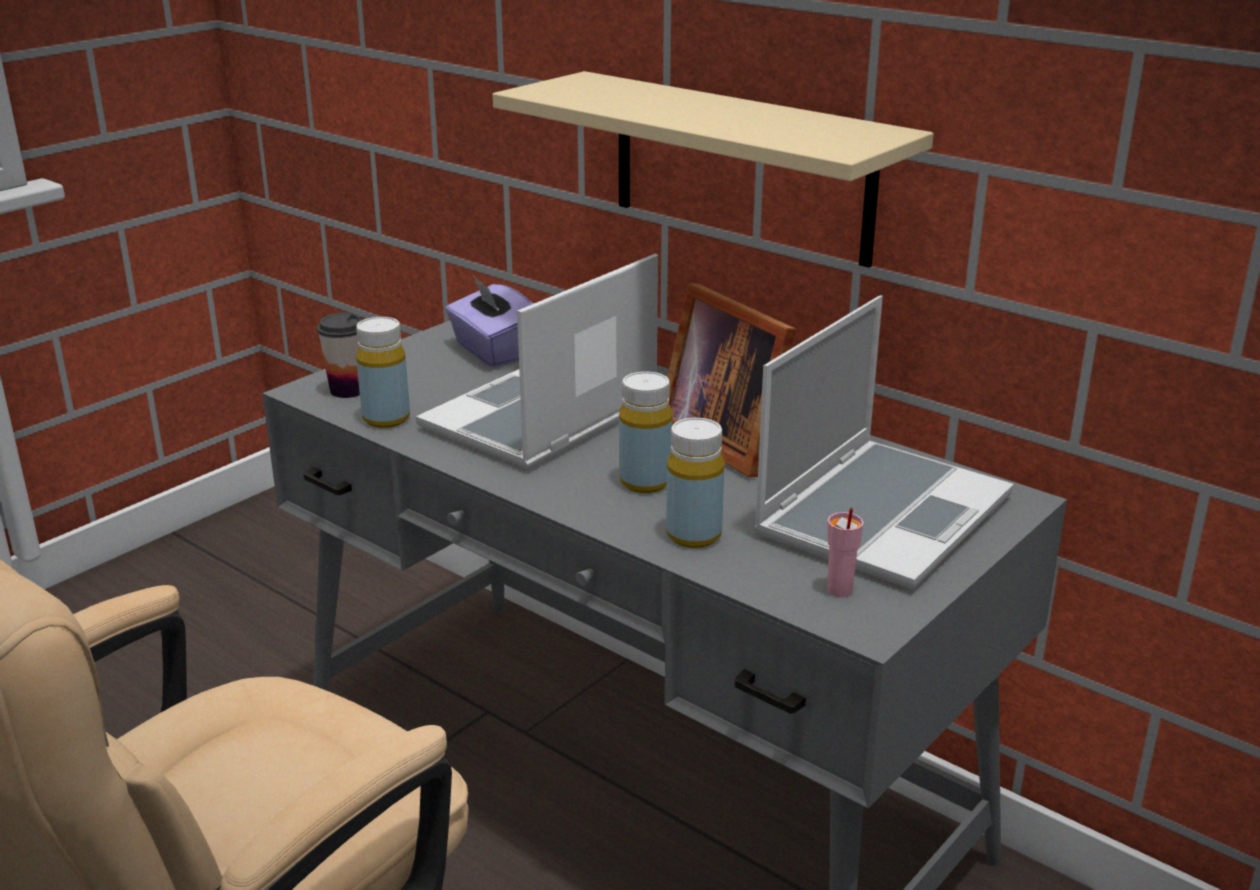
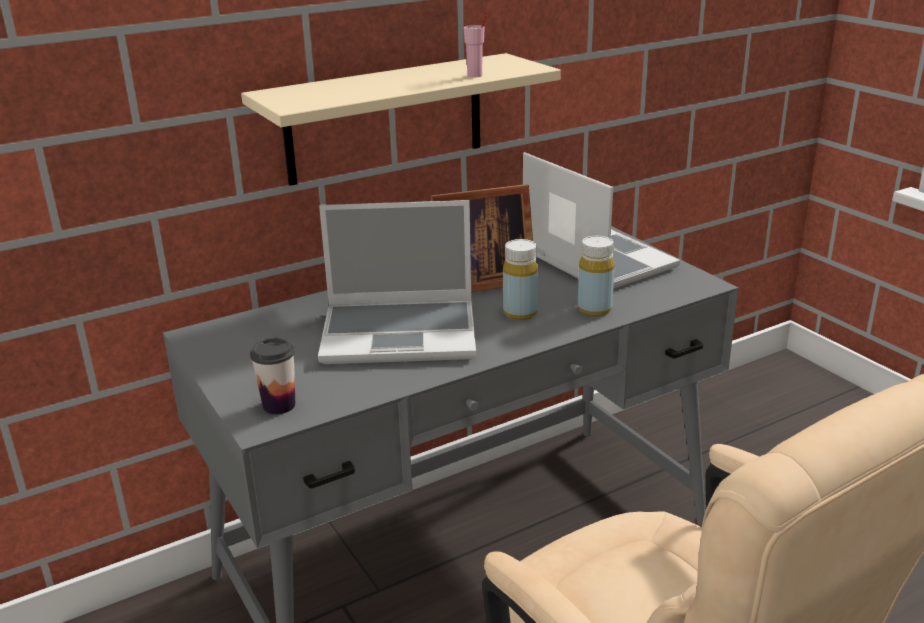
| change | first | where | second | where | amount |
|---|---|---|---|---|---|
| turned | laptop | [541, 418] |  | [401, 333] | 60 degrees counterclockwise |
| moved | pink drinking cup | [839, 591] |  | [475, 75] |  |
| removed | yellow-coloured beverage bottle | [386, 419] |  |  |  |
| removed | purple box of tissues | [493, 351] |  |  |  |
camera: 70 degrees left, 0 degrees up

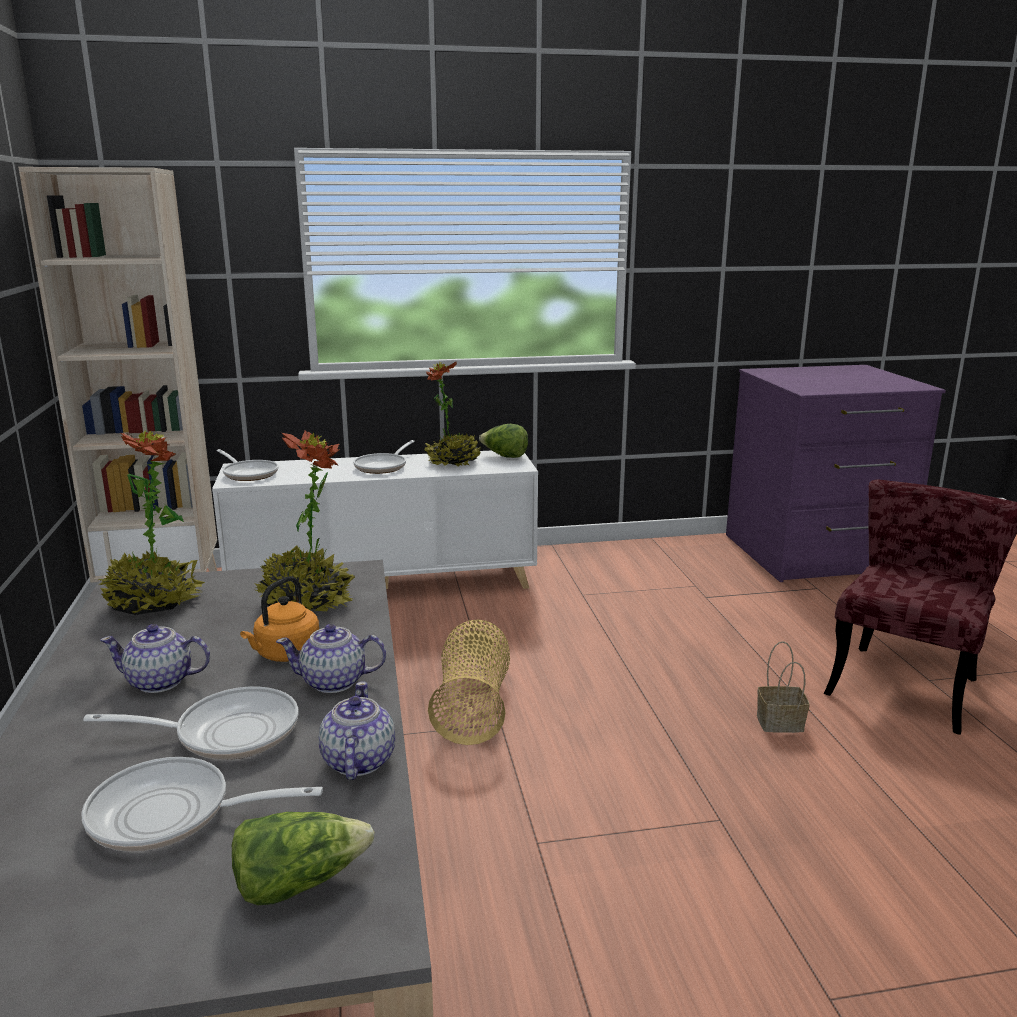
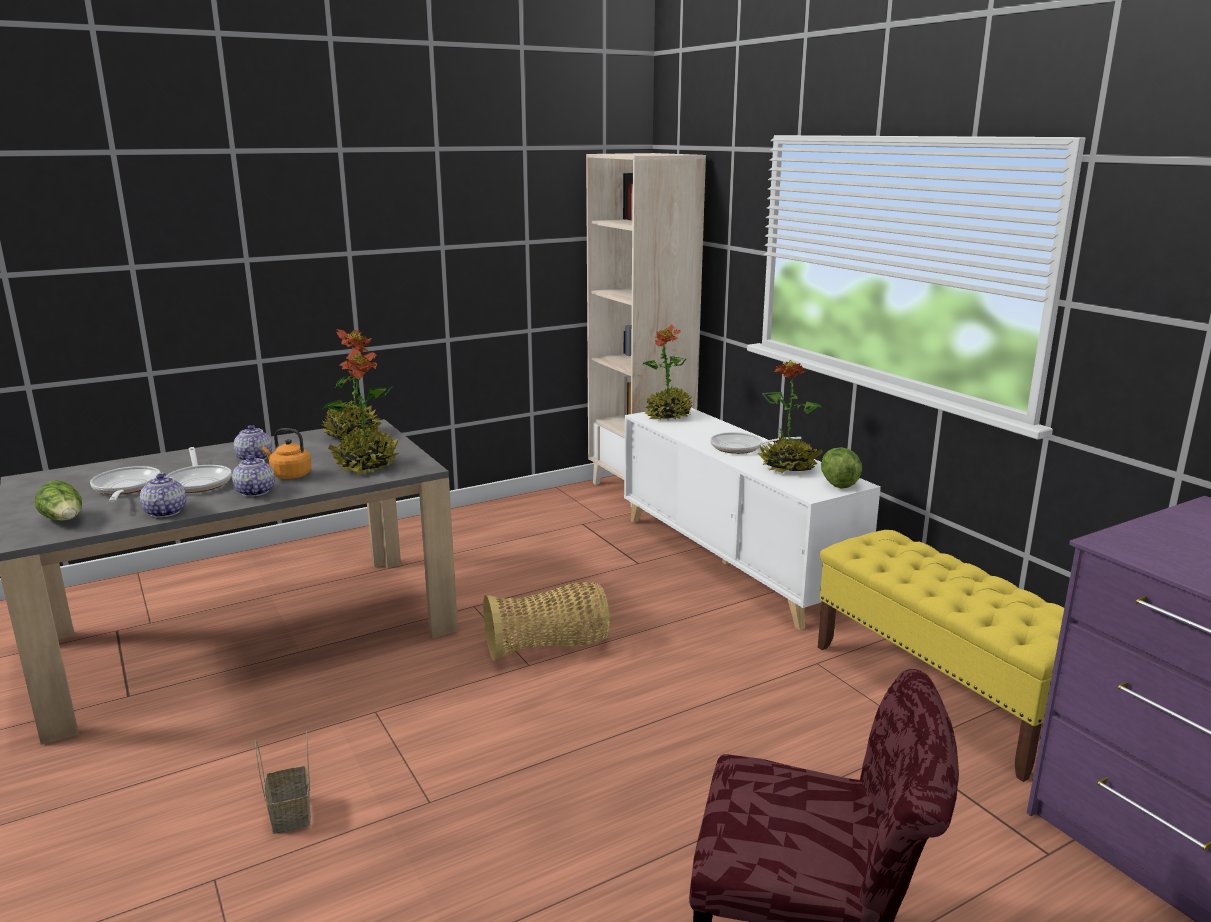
| change | first | where | second | where | amount |
|---|---|---|---|---|---|
| turned | pot for tea | [357, 761] |  | [165, 512] | 90 degrees counterclockwise |
| moved | basket | [781, 722] |  | [292, 815] |  |
| replaced | pan | [248, 473] | houseplant | [668, 416] |  |
| added |  |  | yellow-coloured bench | [943, 693] |  |
camera: 70 degrees right, 0 degrees up

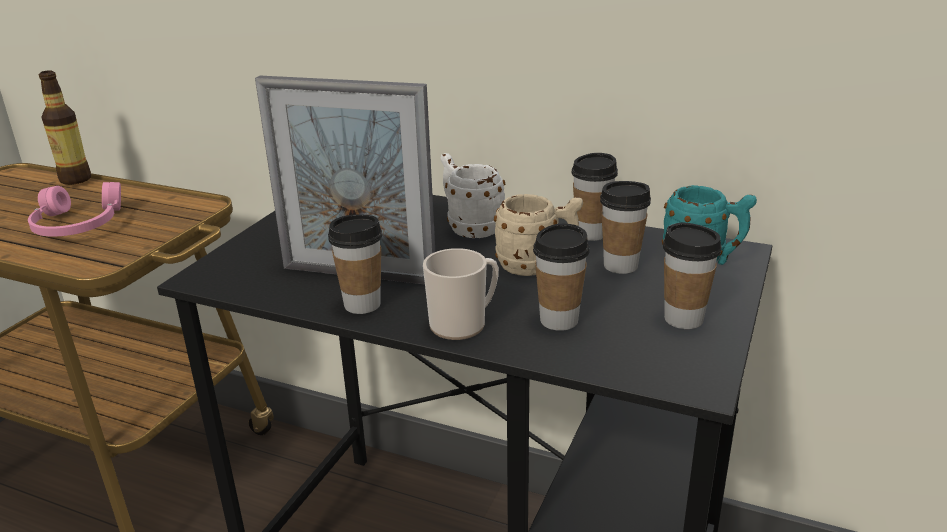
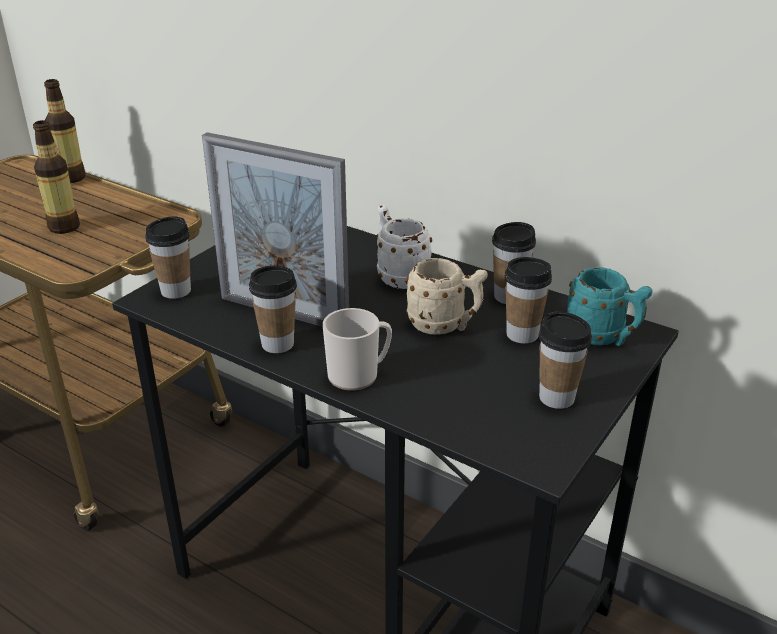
| change | first | where | second | where | amount |
|---|---|---|---|---|---|
| replaced | pink headphones | [77, 226] | beverage bottle | [64, 227] |  |
| moved | drinking cup | [559, 320] |  | [176, 291] |  |
camera: 10 degrees right, 5 degrees up

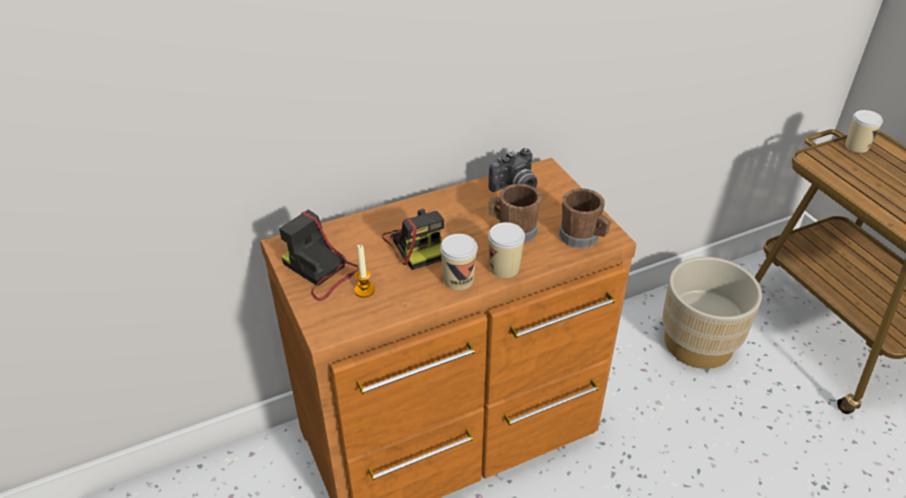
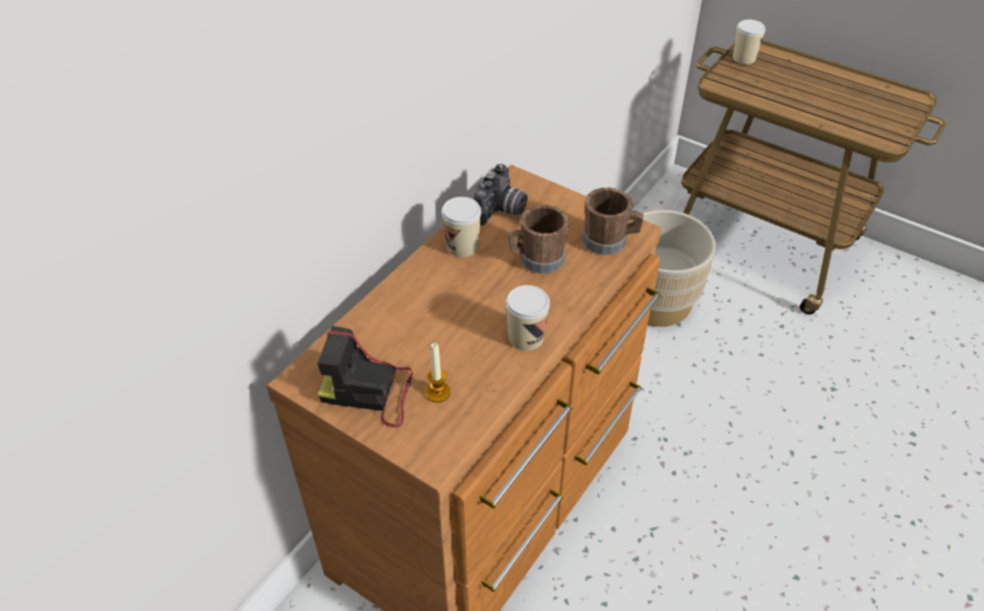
| change | first | where | second | where | amount |
|---|---|---|---|---|---|
| moved | drinking cup | [504, 268] |  | [462, 246] |  |
| removed | still camera | [416, 244] |  |  |  |
camera: 30 degrees left, 5 degrees up

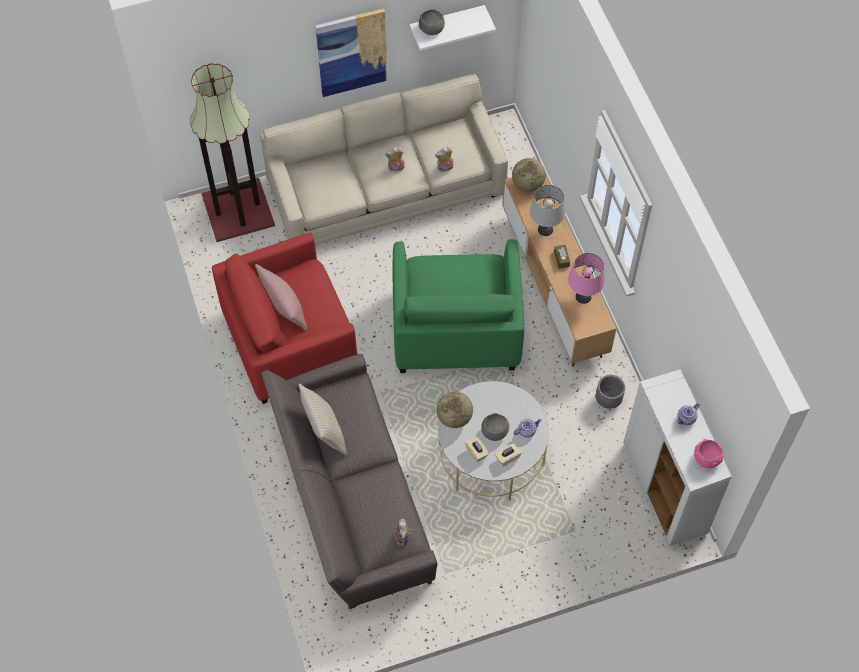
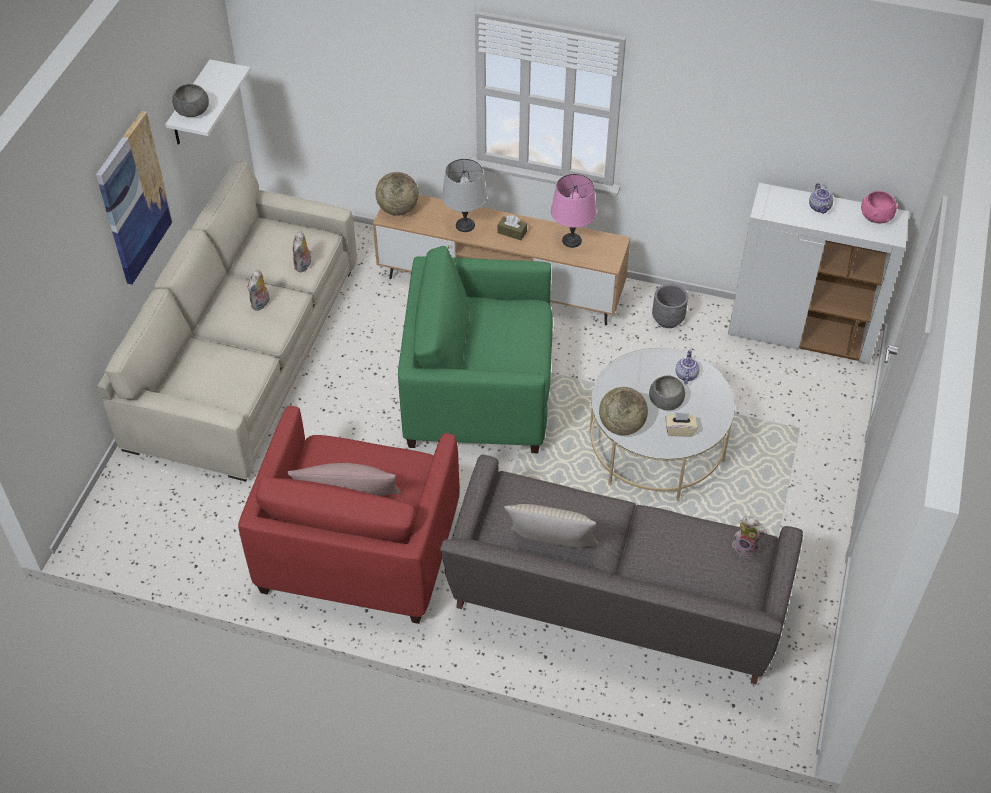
| change | first | where | second | where | amount |
|---|---|---|---|---|---|
| turned | green lounge chair | [455, 328] |  | [479, 392] | 150 degrees clockwise |
| removed | floor lamp | [238, 209] |  |  |  |
| removed | beige-coloured box of tissues | [507, 458] |  |  |  |
camera: 55 degrees left, 10 degrees down

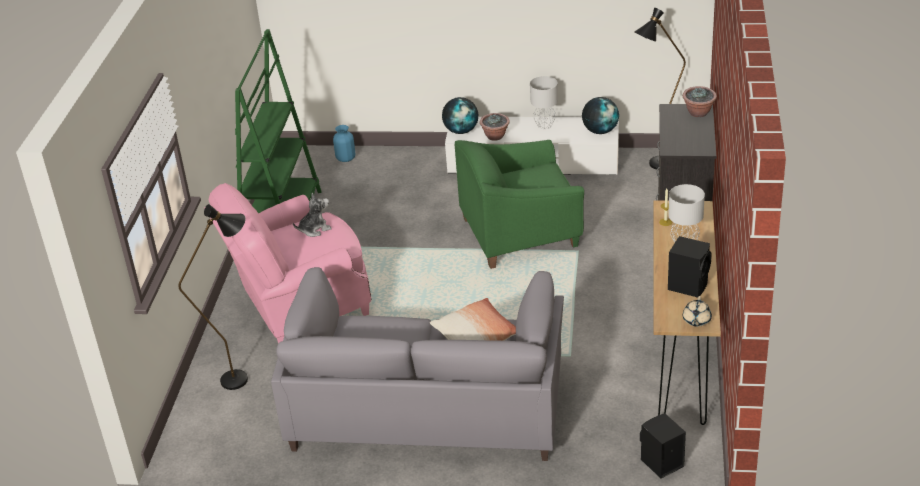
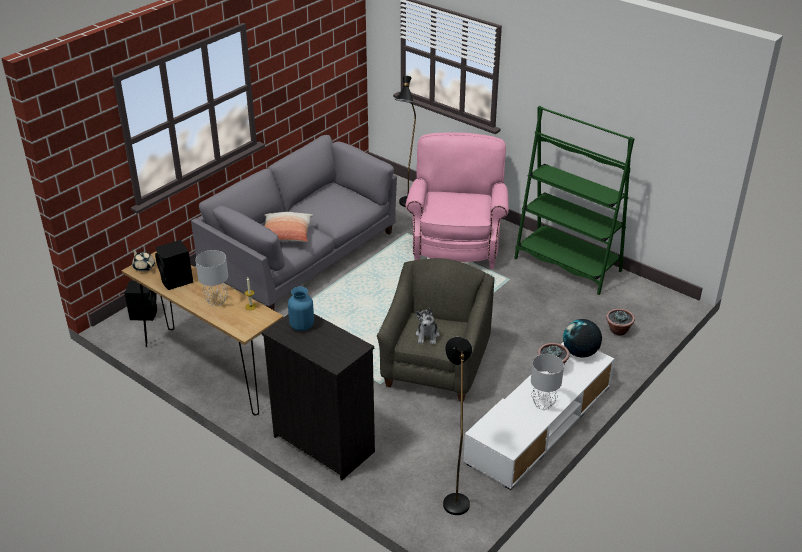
| change | first | where | second | where | amount |
|---|---|---|---|---|---|
| moved | blue flower vase | [345, 158] |  | [302, 325] |  |
| recoloured | green lounge chair | [520, 233] | greyish lounge chair | [436, 366] |  |
| moved | plush toy | [314, 229] |  | [427, 335] |  |
| moved | houseplant | [699, 113] |  | [618, 331] |  |
| removed | world globe | [600, 131] |  |  |  |
camera: 120 degrees right, 0 degrees up

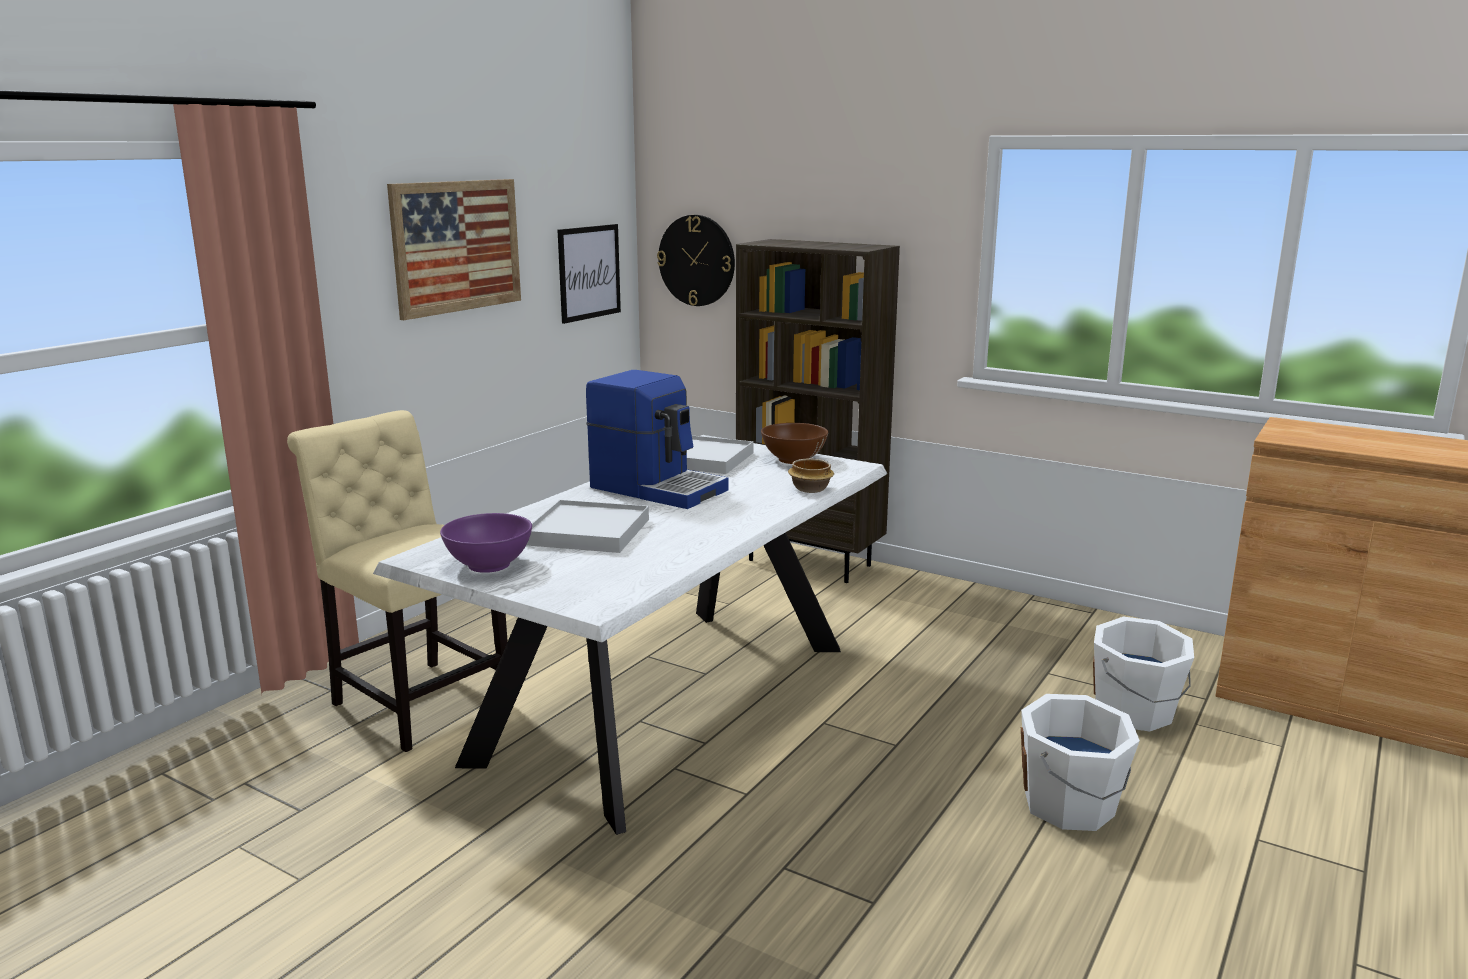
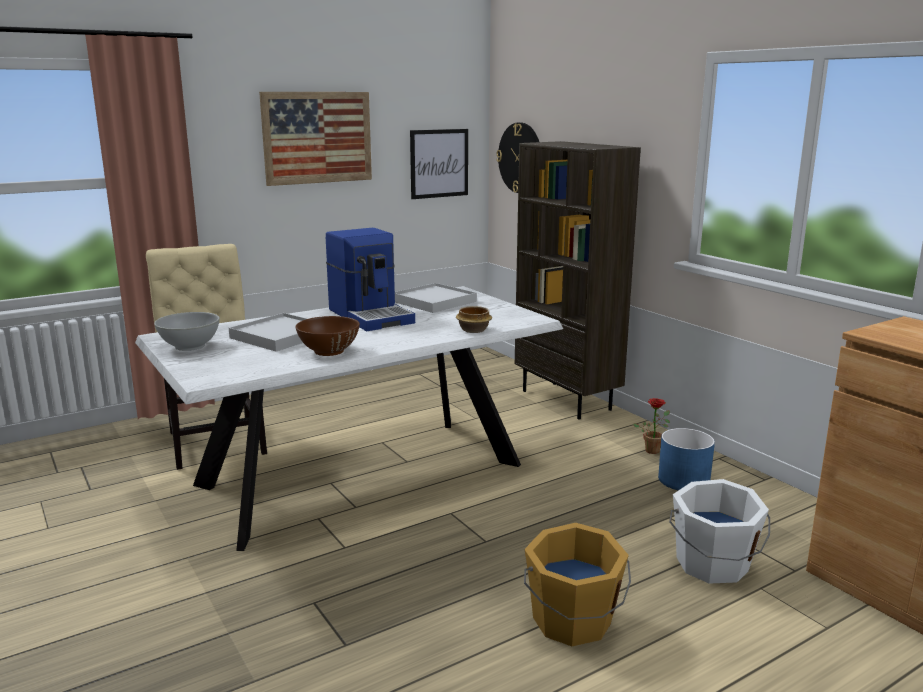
| change | first | where | second | where | amount |
|---|---|---|---|---|---|
| recoloured | purple bowl | [489, 565] | white-coloured bowl | [189, 346] |  |
| moved | brown bowl | [793, 459] |  | [328, 351] |  |
| recoloured | white-coloured bucket | [1071, 806] | orange-coloured bucket | [572, 622] |  |
| added |  |  | houseplant | [653, 449] |  |
| added |  |  | blue planter | [683, 480] |  |
camera: 25 degrees right, 0 degrees up

